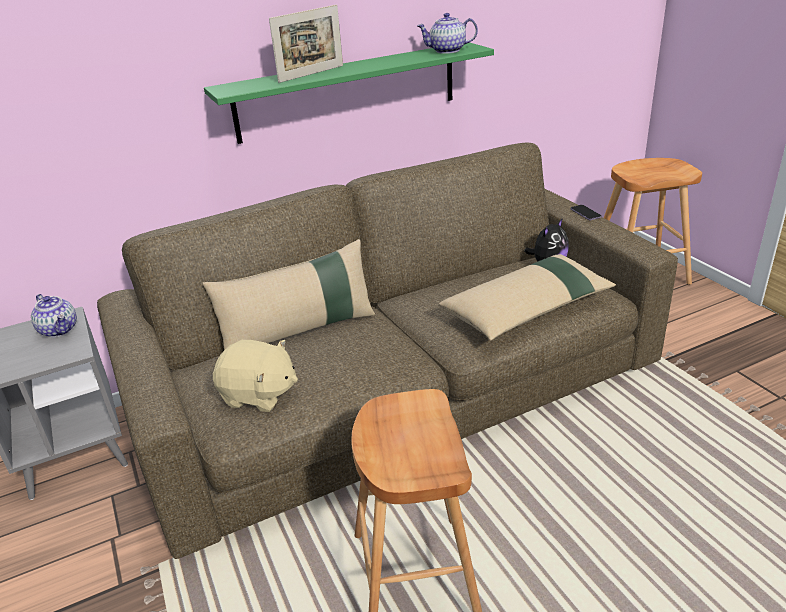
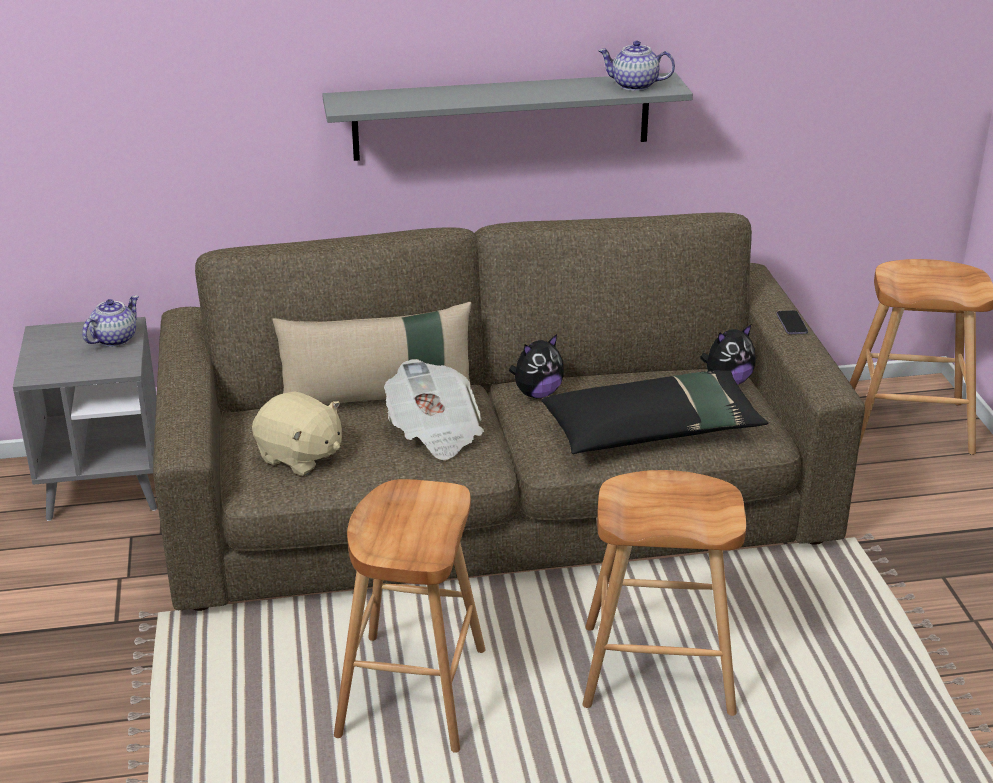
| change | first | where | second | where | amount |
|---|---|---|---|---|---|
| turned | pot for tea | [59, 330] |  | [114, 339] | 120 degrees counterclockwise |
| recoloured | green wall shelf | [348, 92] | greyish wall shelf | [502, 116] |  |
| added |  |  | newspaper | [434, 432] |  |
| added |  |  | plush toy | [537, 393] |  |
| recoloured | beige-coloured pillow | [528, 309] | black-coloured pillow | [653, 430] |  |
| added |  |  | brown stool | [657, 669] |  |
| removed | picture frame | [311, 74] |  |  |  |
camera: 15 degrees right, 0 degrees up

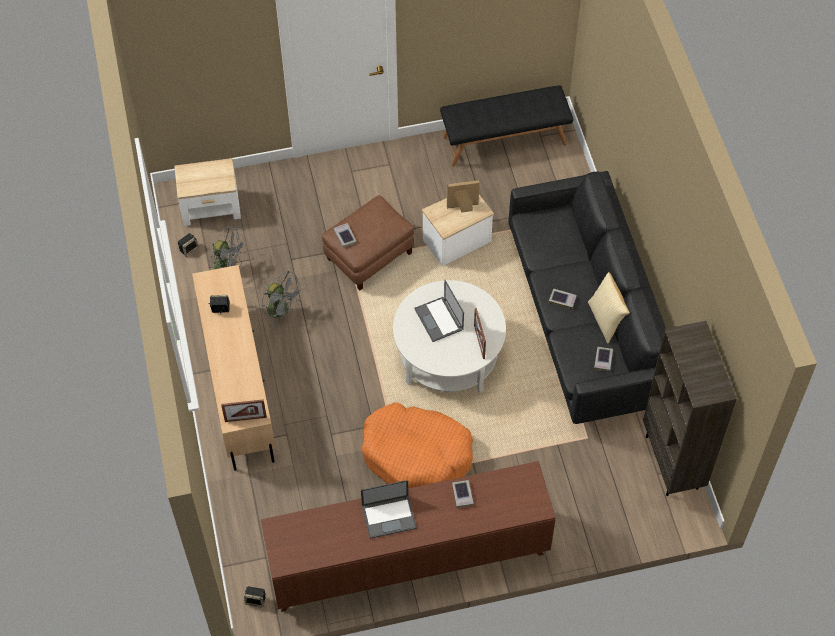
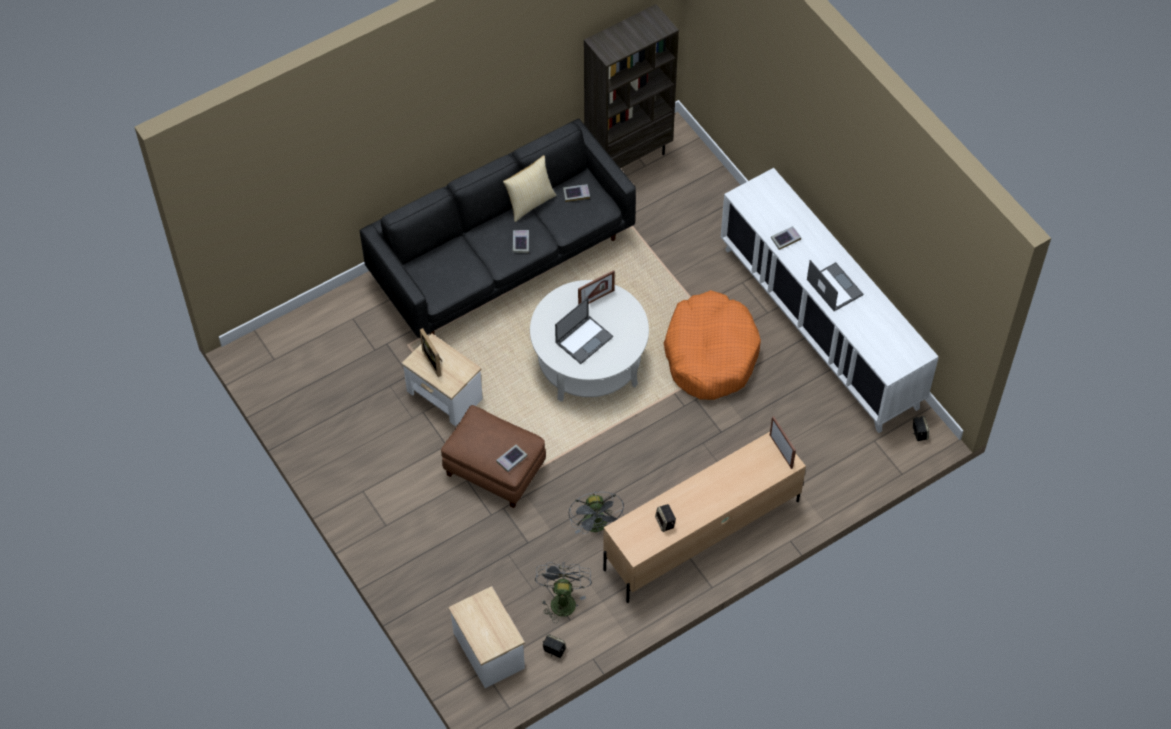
| change | first | where | second | where | amount |
|---|---|---|---|---|---|
| turned | greyish fan | [282, 311] |  | [597, 526] | 150 degrees clockwise |
| recoloured | brown cabinet | [409, 560] | white-coloured cabinet | [820, 326] |  |
| removed | black-coloured bench | [504, 140] |  |  |  |
camera: 110 degrees left, 0 degrees up

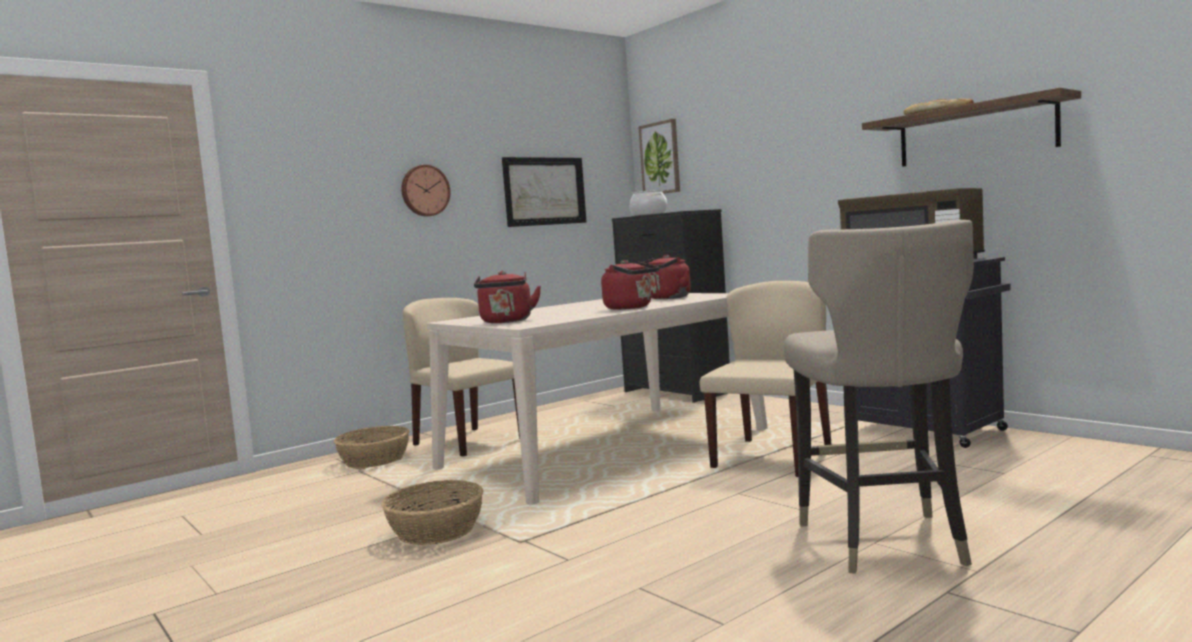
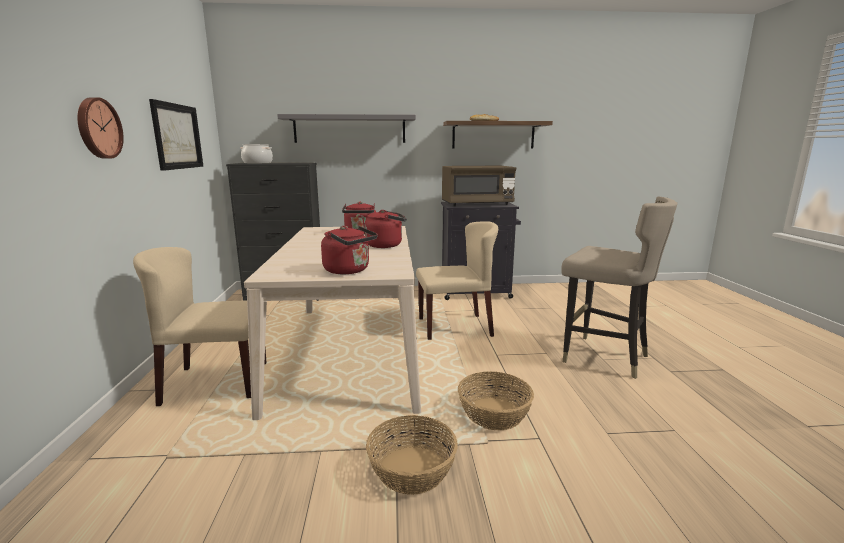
| change | first | where | second | where | amount |
|---|---|---|---|---|---|
| added |  |  | greyish wall shelf | [349, 129] |  |
| turned | beige-coloured chair | [772, 457] |  | [455, 327] | 105 degrees clockwise |
| moved | basket | [375, 460] |  | [493, 413] |  |
| removed | wall picture | [660, 158] |  |  |  |
camera: 55 degrees left, 10 degrees up

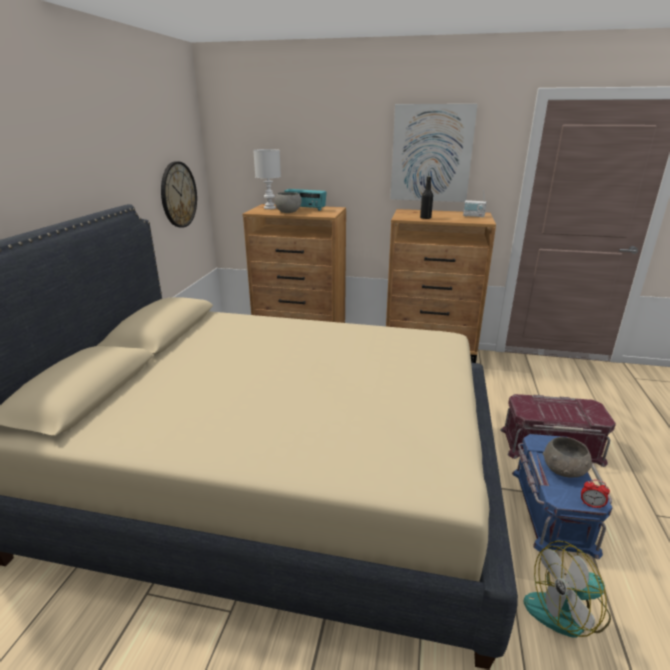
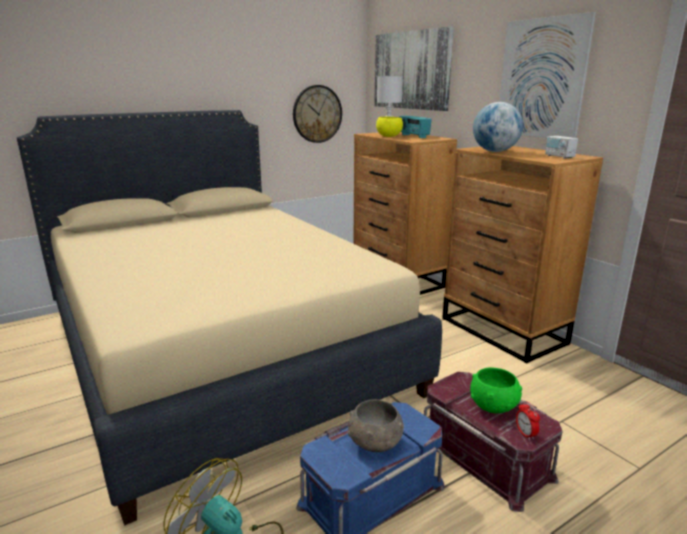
| change | first | where | second | where | amount |
|---|---|---|---|---|---|
| added |  |  | wall picture | [411, 70] |  |
| recoloured | greyish bowl | [288, 212] | yellow-coloured bowl | [389, 136] |  |
| added |  |  | green bowl | [494, 405] |  |
| replaced | black-coloured beverage bottle | [425, 218] | world globe | [495, 151] |  |
| moved | table clock | [591, 505] |  | [525, 434] |  |
camera: 45 degrees right, 5 degrees down

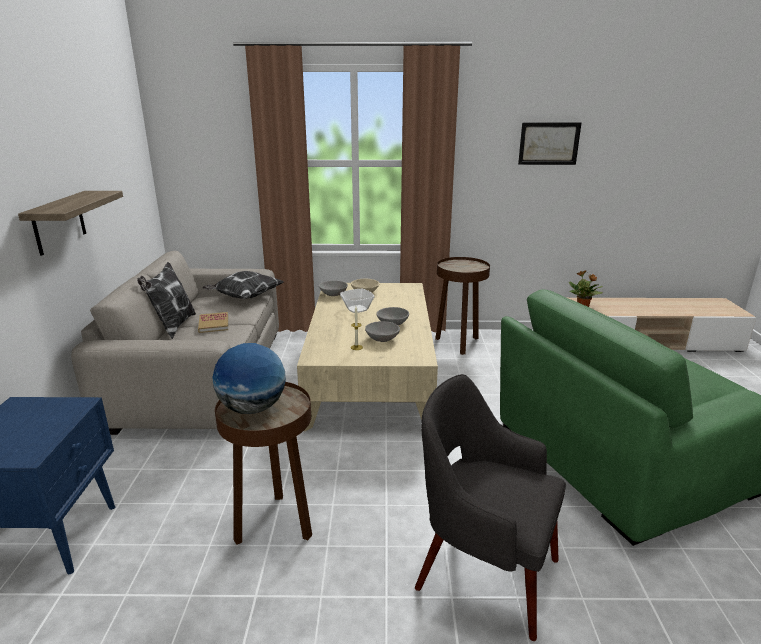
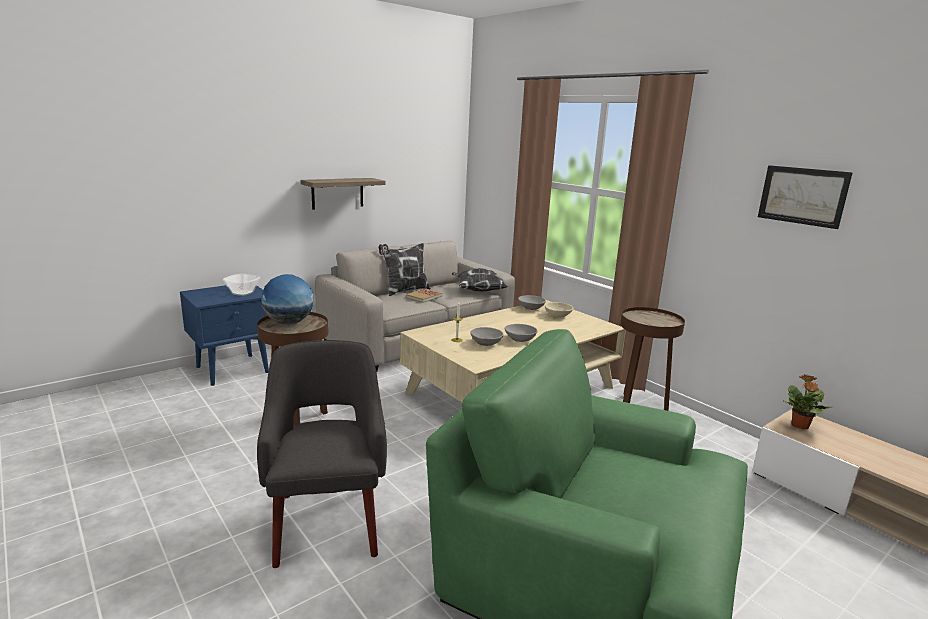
| change | first | where | second | where | amount |
|---|---|---|---|---|---|
| moved | bowl | [357, 309] |  | [243, 293] |  |
camera: 50 degrees right, 5 degrees down

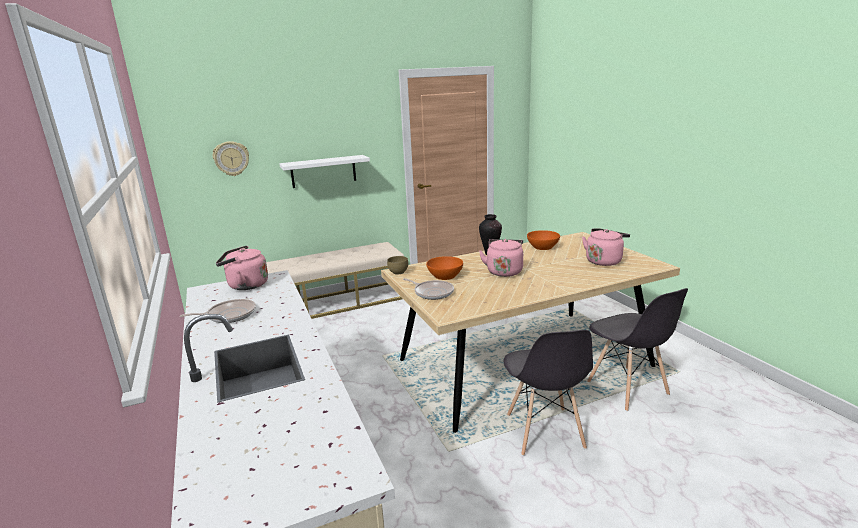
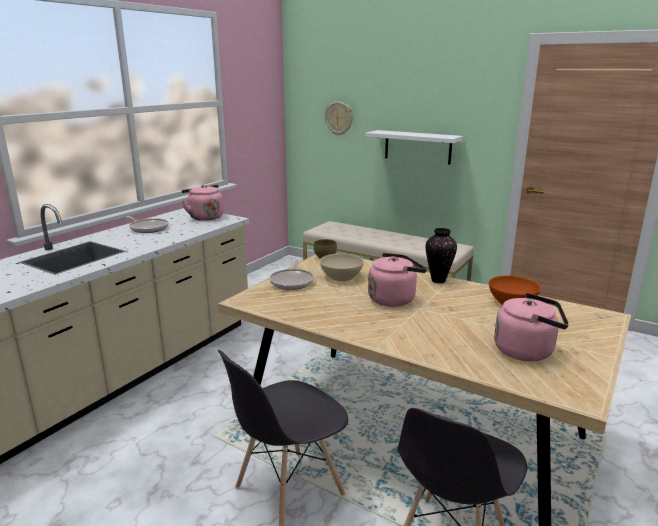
| change | first | where | second | where | amount |
|---|---|---|---|---|---|
| recoloured | orange-coloured bowl | [445, 276] | beige-coloured bowl | [341, 276] |  |
camera: 55 degrees right, 0 degrees up

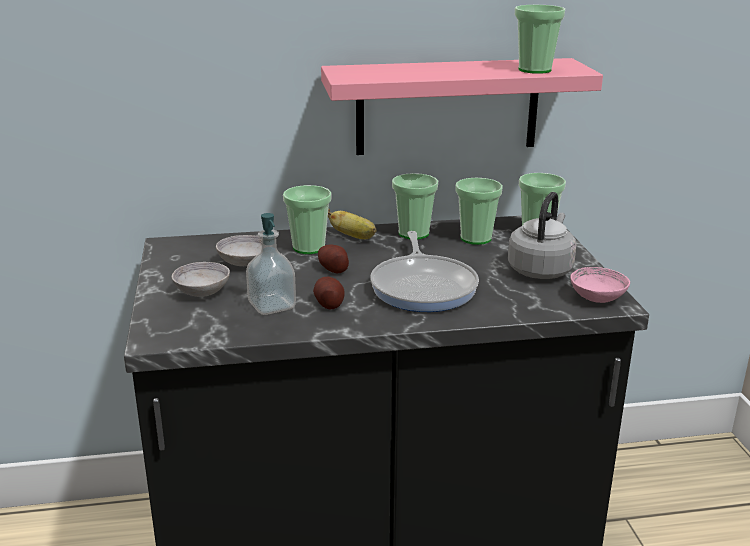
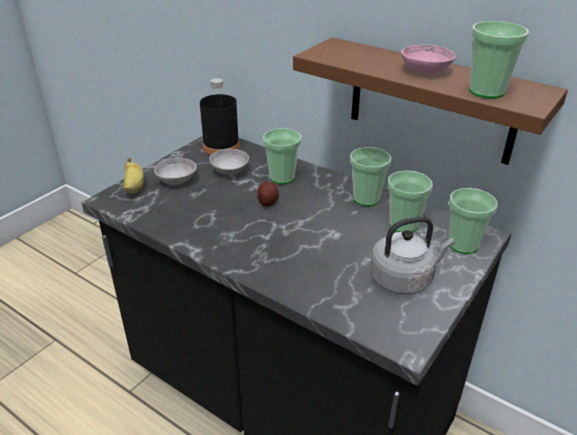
| change | first | where | second | where | amount |
|---|---|---|---|---|---|
| moved | banana fruit | [354, 237] |  | [134, 188] |  |
| added |  |  | black-coloured beverage bottle | [221, 147] |  |
| recoloured | pink wall shelf | [447, 106] | brown wall shelf | [431, 101] |  |
| moved | pink bowl | [597, 298] |  | [425, 71] |  |
| removed | soap bottle | [272, 306] |  |  |  |
| removed | potato | [329, 303] |  |  |  |
| removed | pan | [424, 287] |  |  |  |
camera: 45 degrees right, 10 degrees up

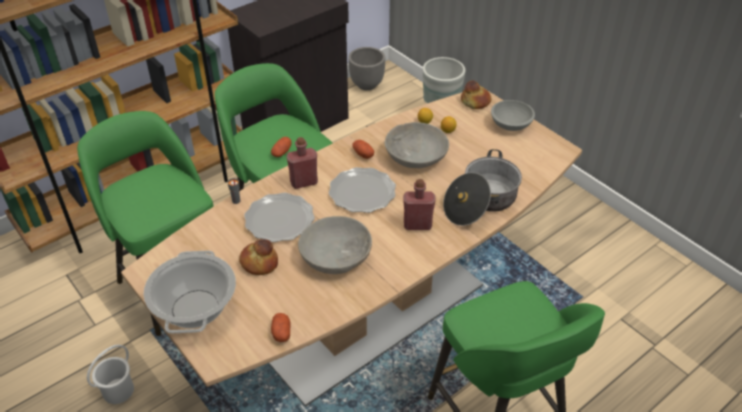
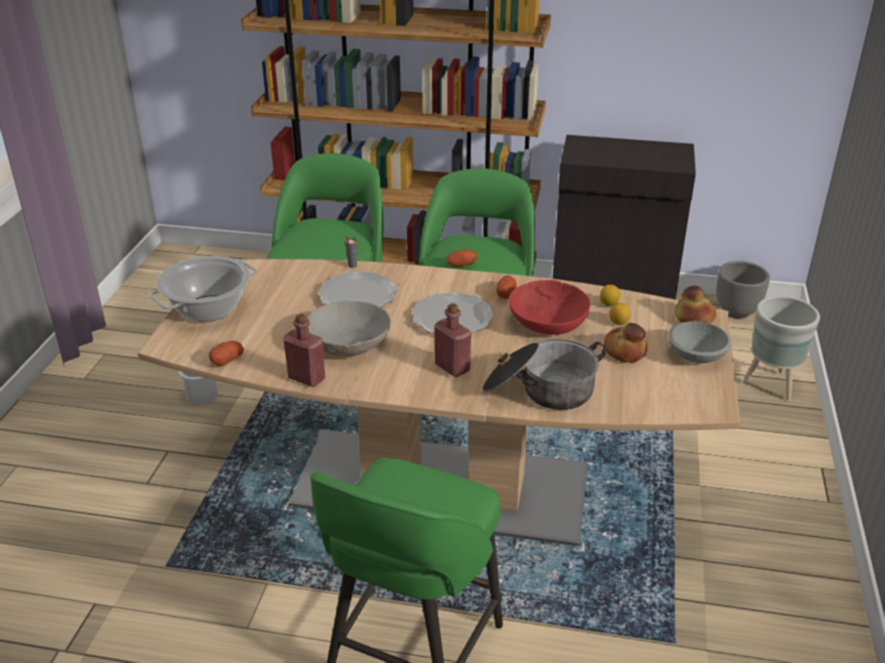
| change | first | where | second | where | amount |
|---|---|---|---|---|---|
| moved | reddish beverage bottle | [304, 182] |  | [306, 378] |  |
| recoloured | greyish bowl | [415, 157] | reddish bowl | [547, 323] |  |
| moved | bread | [259, 263] |  | [625, 351] |  |
camera: 50 degrees right, 10 degrees down

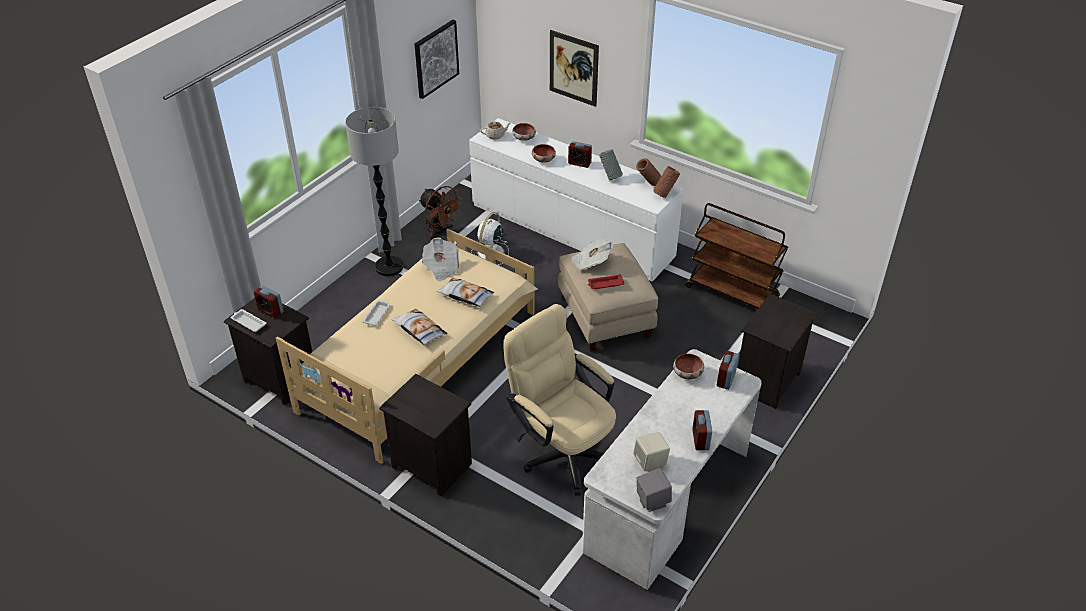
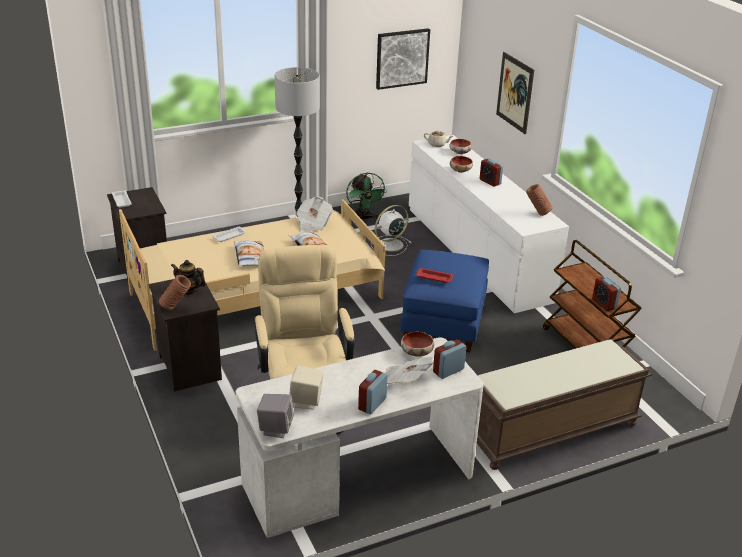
| change | first | where | second | where | amount |
|---|---|---|---|---|---|
| moved | brown flower vase | [665, 194] |  | [176, 307] |  |
| added |  |  | pot for tea | [189, 290] |  |
| recoloured | brown fan | [440, 231] | green fan | [363, 218] |  |
| moved | newspaper | [591, 262] |  | [405, 381] |  |
| recoloured | beige-coloured pouffe | [604, 317] | blue pouffe | [442, 322] |  |
| replaced | black-coloured bedside table | [767, 383] | brown bench | [551, 431] |  |
| moved | table clock | [271, 311] |  | [604, 304] |  |
| removed | greyish flower vase | [610, 177] |  |  |  |
camera: 30 degrees right, 10 degrees down

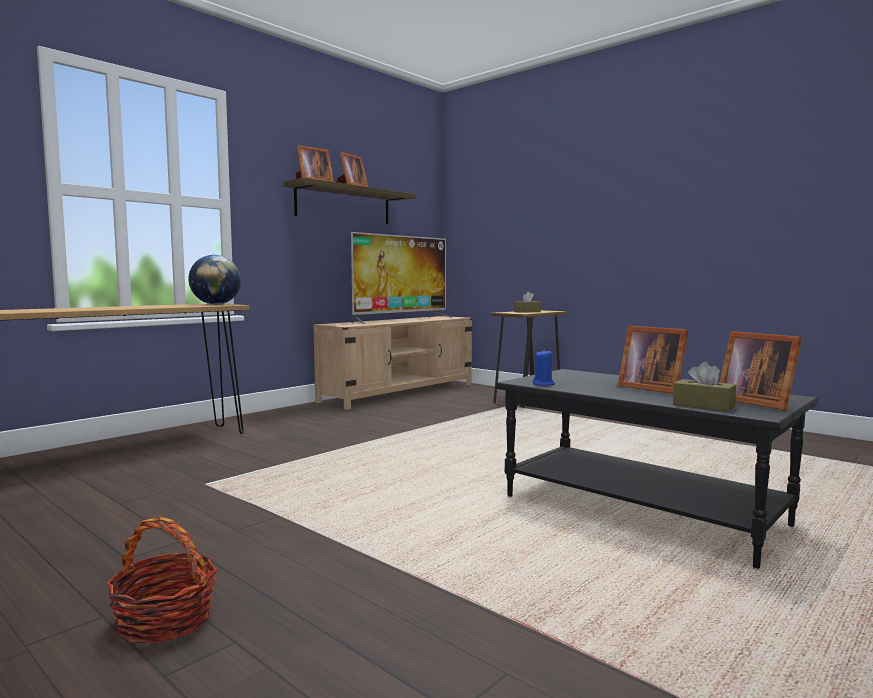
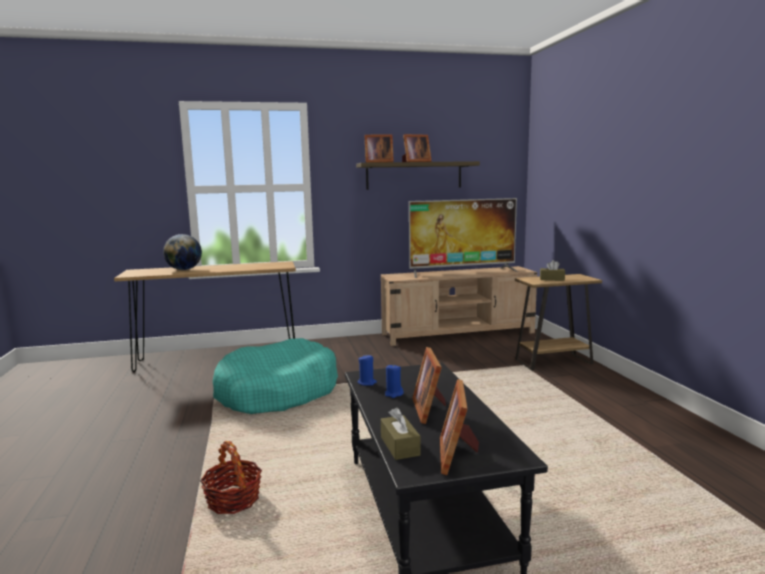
| change | first | where | second | where | amount |
|---|---|---|---|---|---|
| moved | world globe | [216, 304] |  | [184, 269] |  |
| moved | basket | [165, 620] |  | [233, 500] |  |
| added |  |  | turquoise-coloured dog bed | [277, 392] |  |
| added |  |  | blue candle | [393, 394] |  |
camera: 35 degrees right, 5 degrees up

